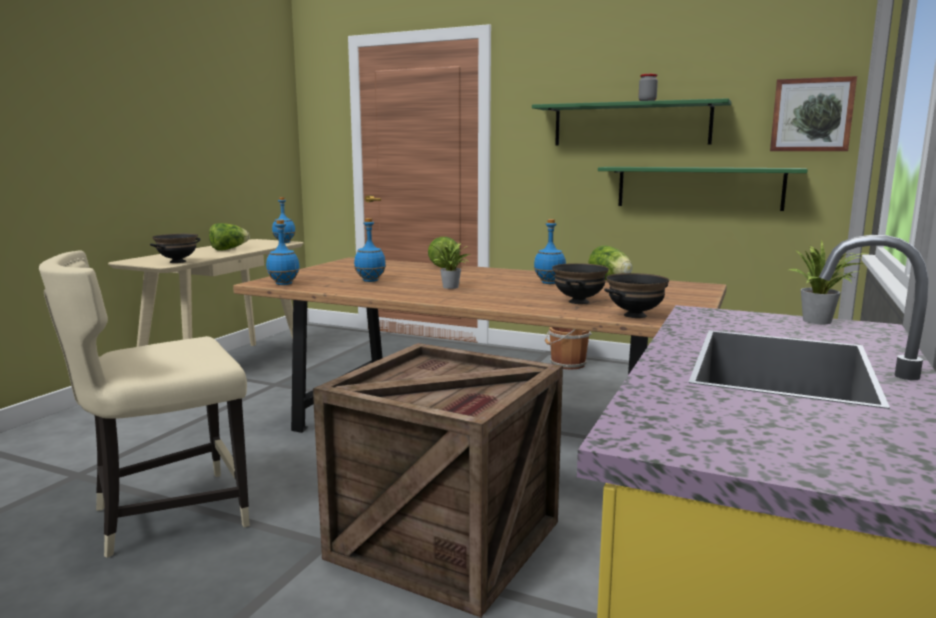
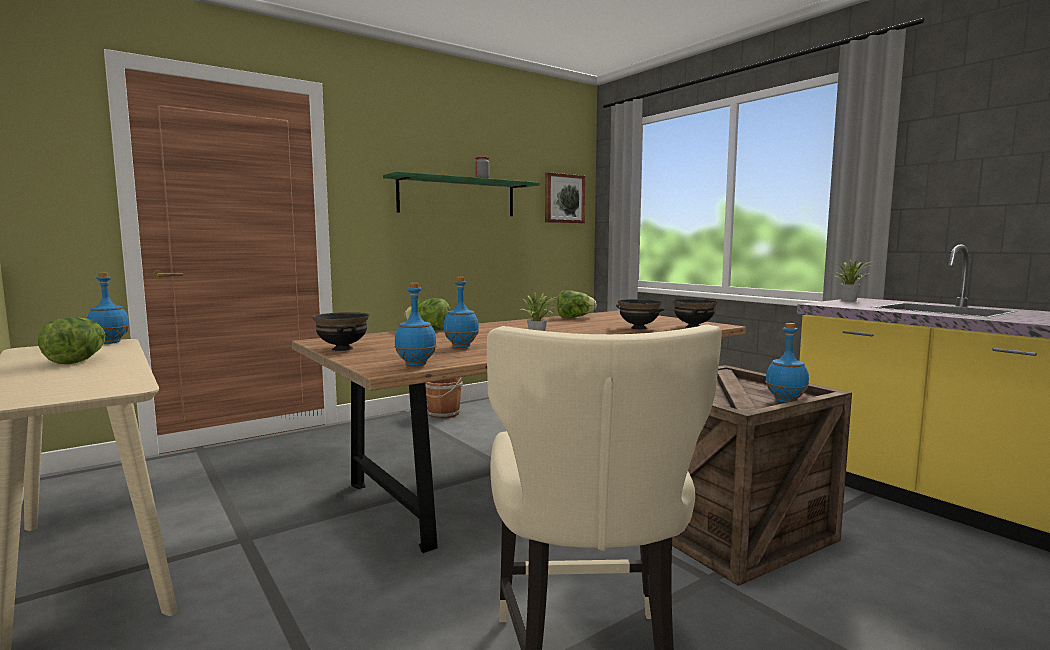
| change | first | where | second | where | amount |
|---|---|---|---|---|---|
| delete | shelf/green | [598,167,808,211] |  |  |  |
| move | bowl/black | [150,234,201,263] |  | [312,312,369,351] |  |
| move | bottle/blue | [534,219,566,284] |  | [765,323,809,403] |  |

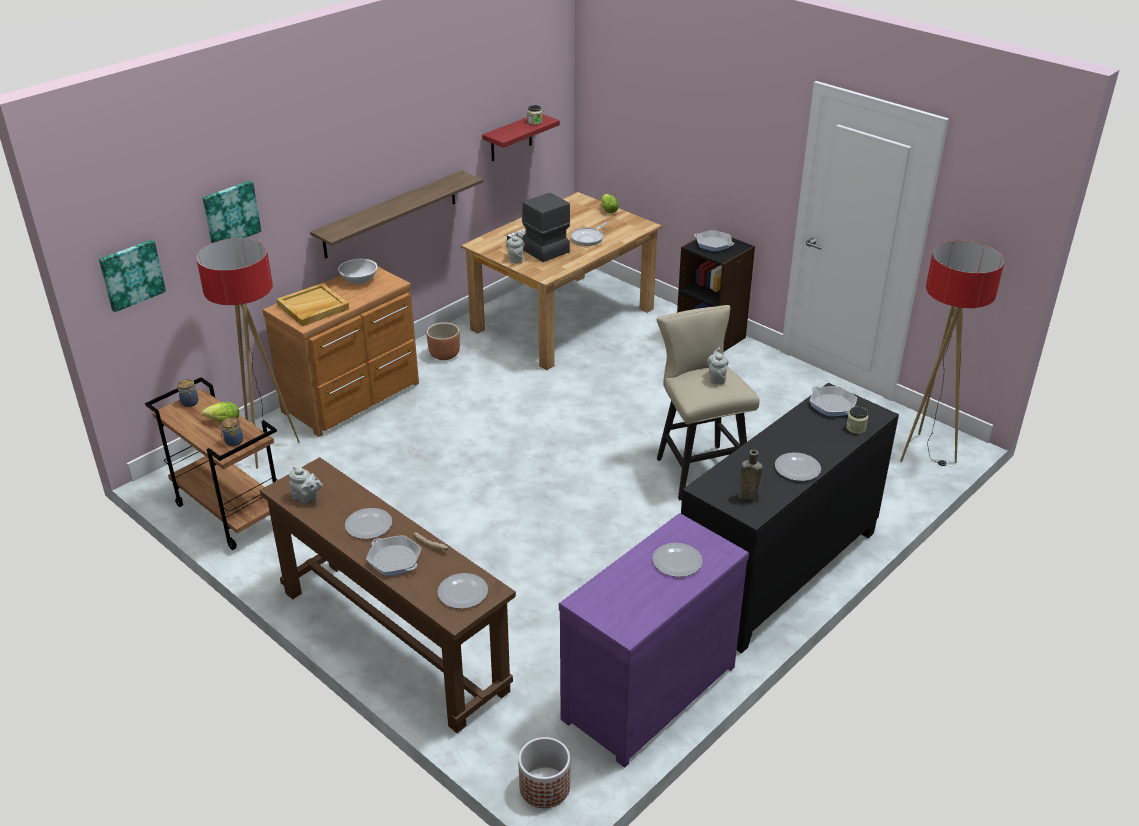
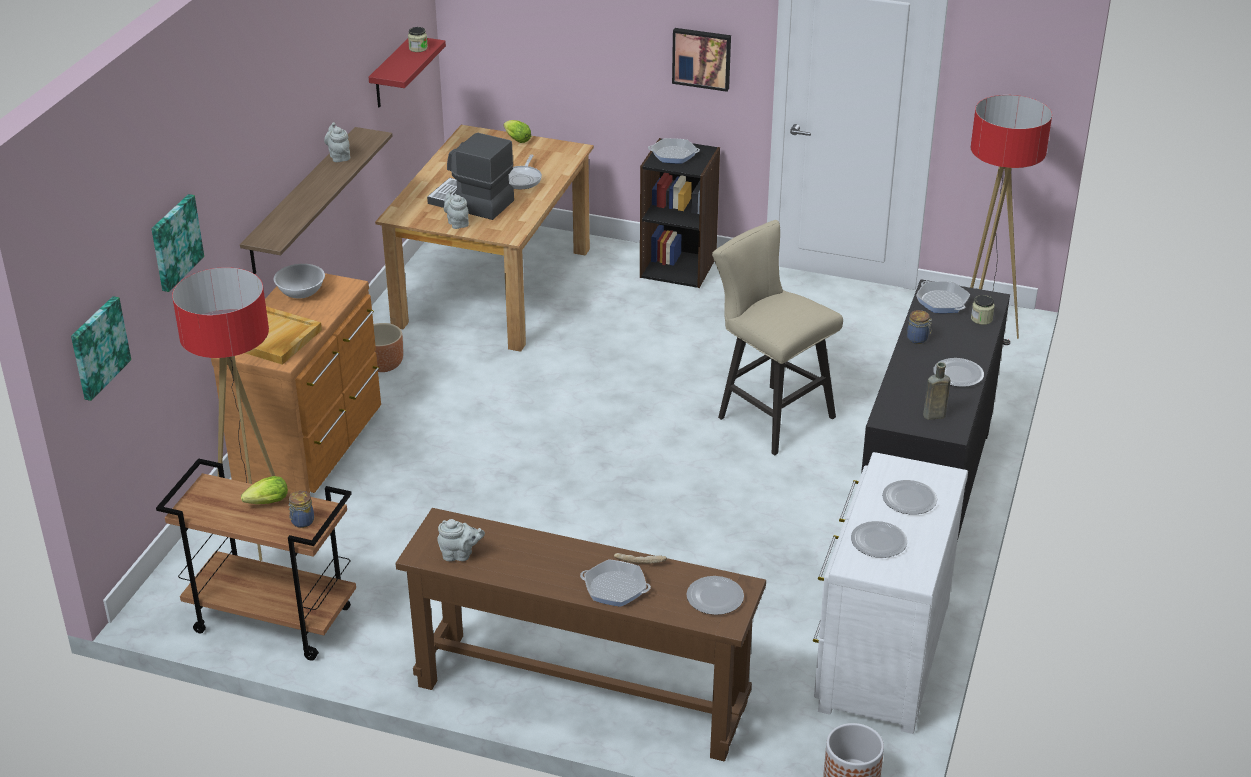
| change | first | where | second | where | amount |
|---|---|---|---|---|---|
| insert |  |  | picture | [672,28,731,92] |  |
| move | jar | [177,379,198,407] |  | [907,310,932,344] |  |
| move | plate | [345,508,392,539] |  | [851,521,907,558] |  |
| move | teapot/grey | [706,347,729,384] |  | [324,122,350,162] |  |
| recolor | dresser/purple | [559,513,749,767] | dresser/white | [813,452,968,734] |  |
| rotate | frying pan | [810,386,857,416] |  | [916,281,970,313] | 150 degrees counterclockwise |

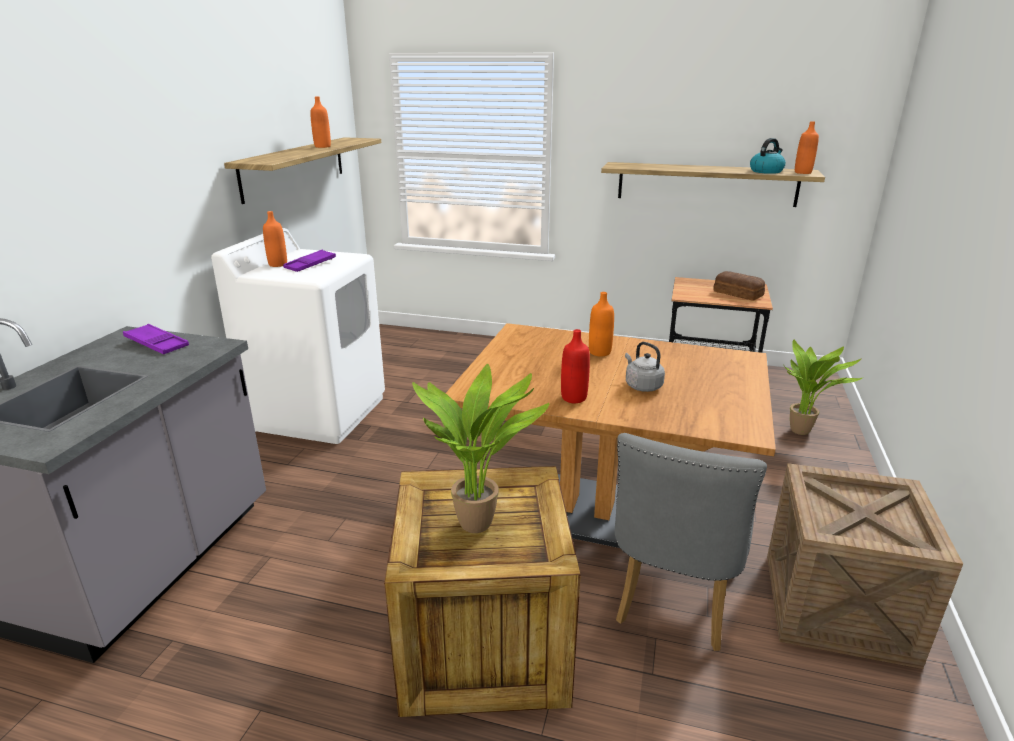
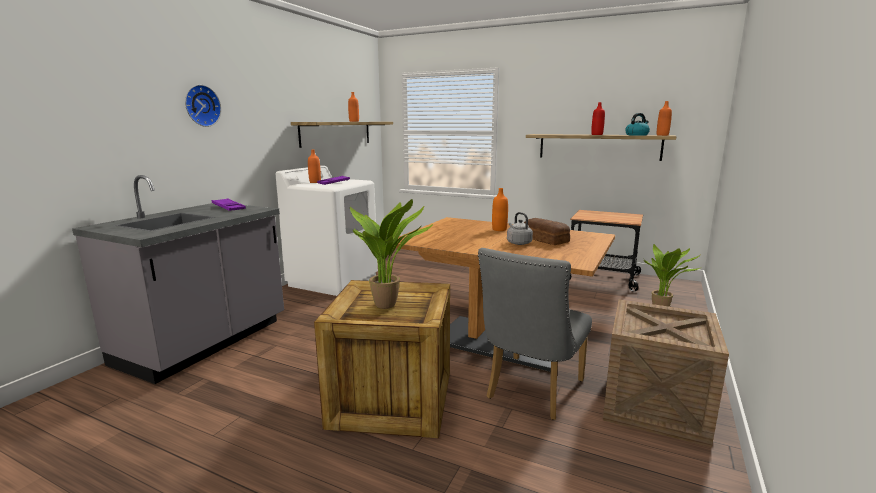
| change | first | where | second | where | amount |
|---|---|---|---|---|---|
| insert |  |  | wall clock | [185,85,221,127] |  |
| move | bottle/red | [561,329,590,403] |  | [591,102,605,135] |  |
| move | bread | [713,271,765,301] |  | [524,218,570,245] |  |

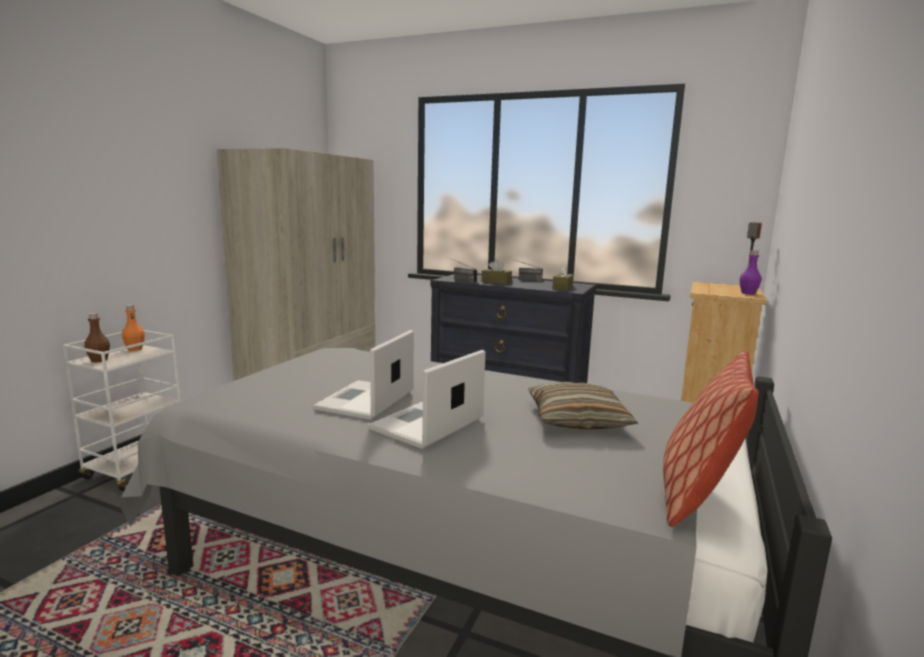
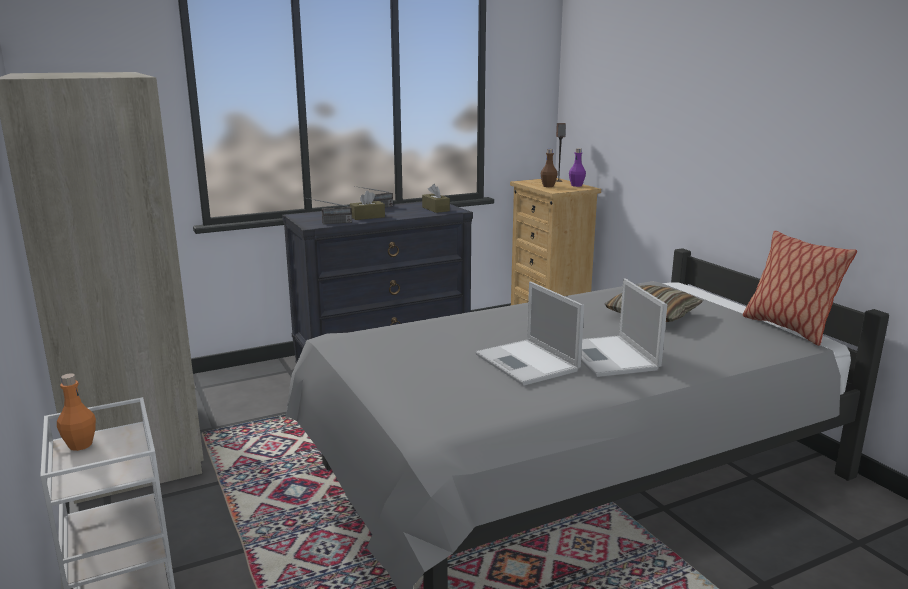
| change | first | where | second | where | amount |
|---|---|---|---|---|---|
| move | bottle/brown | [84,313,110,363] |  | [541,149,558,187] |  |

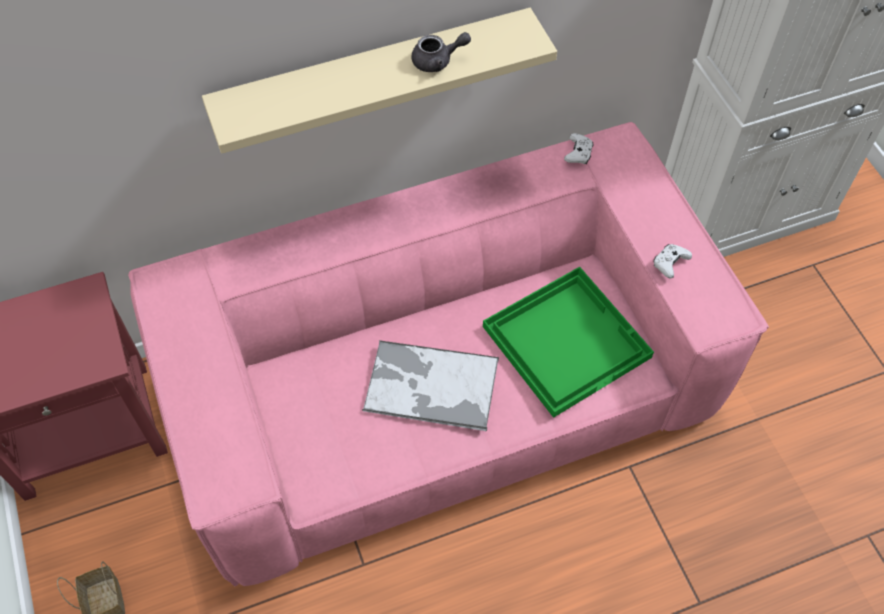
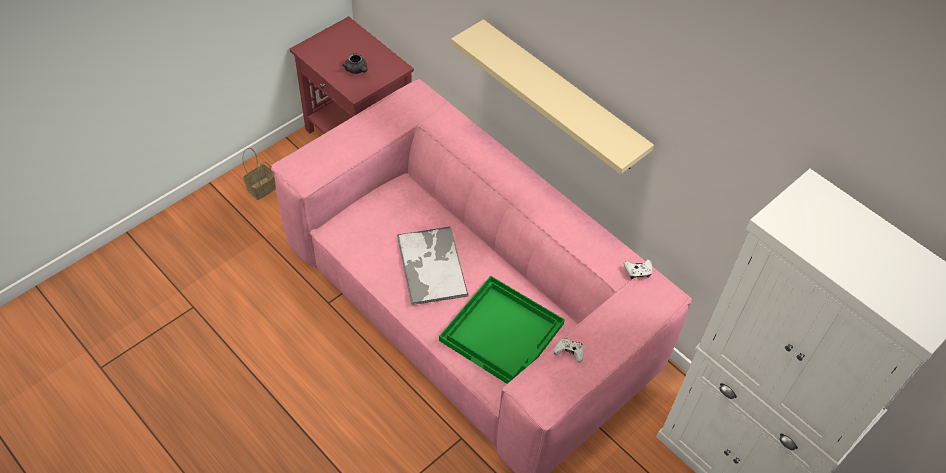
| change | first | where | second | where | amount |
|---|---|---|---|---|---|
| move | teapot/grey | [411,32,471,72] |  | [342,53,367,74] |  |

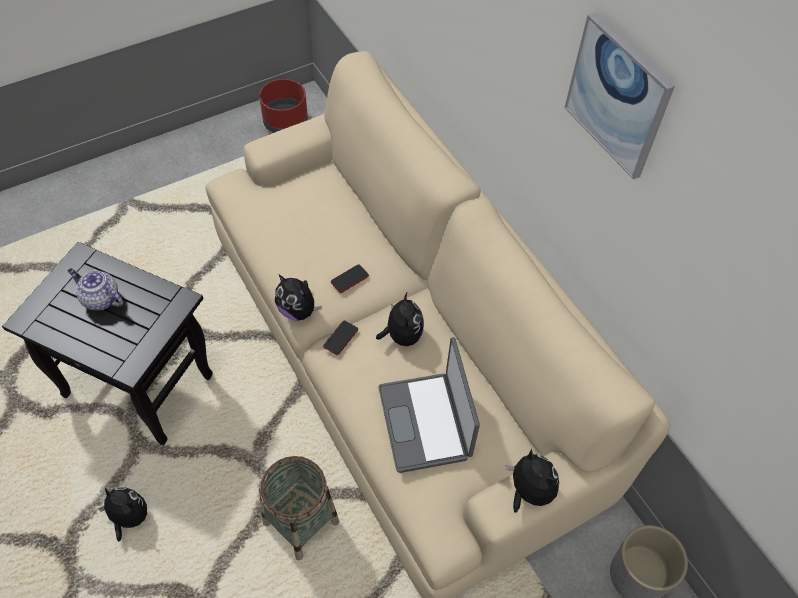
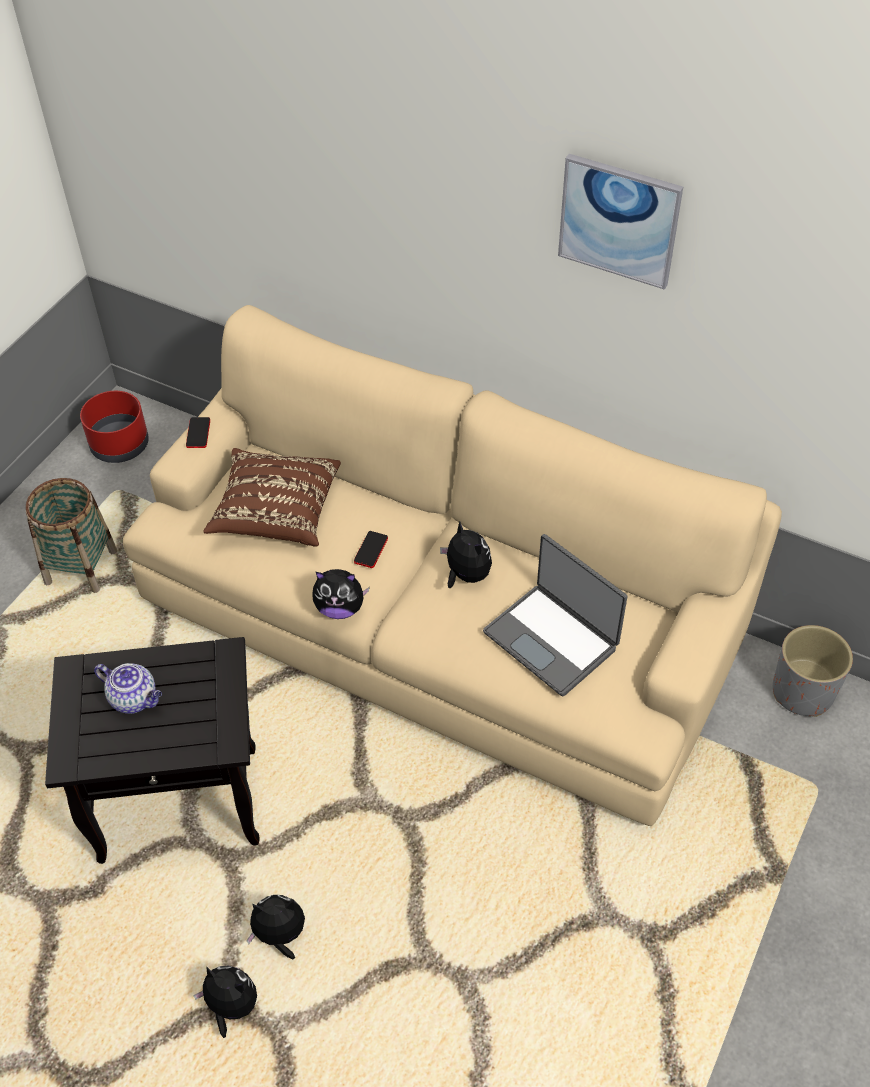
| change | first | where | second | where | amount |
|---|---|---|---|---|---|
| insert |  |  | pillow/brown | [203,448,341,547] |  |
| move | basket | [259,456,339,561] |  | [26,478,117,593] |  |
| move | phone | [323,320,358,355] |  | [186,417,210,448] |  |
| move | plush toy | [505,449,559,513] |  | [193,966,257,1038] |  |
| rotate | teapot | [68,268,123,311] |  | [94,663,162,714] | 150 degrees counterclockwise |

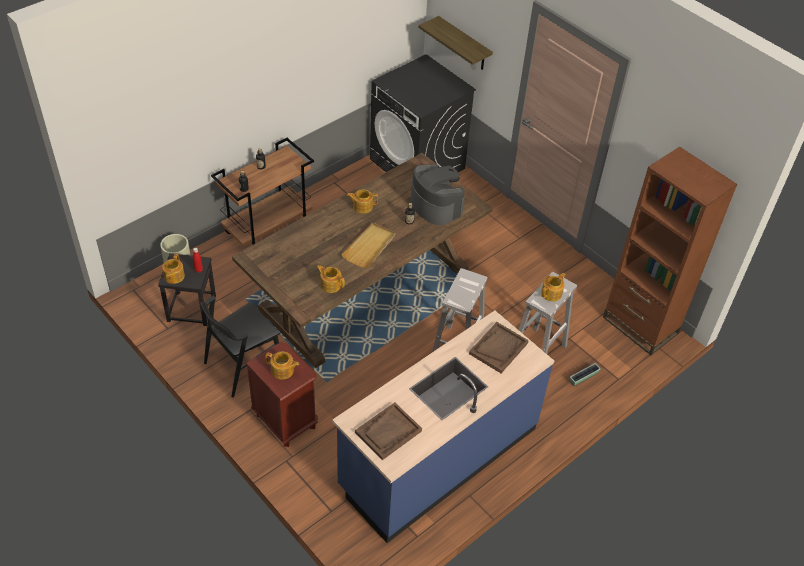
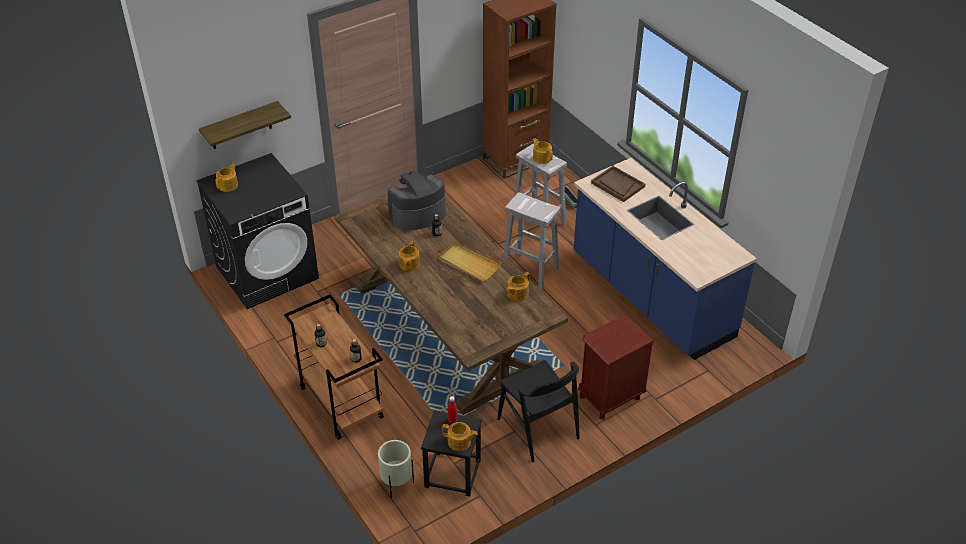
| change | first | where | second | where | amount |
|---|---|---|---|---|---|
| delete | tray/brown | [355,402,422,460] |  |  |  |
| move | teapot | [266,352,299,379] |  | [215,163,238,192] |  |

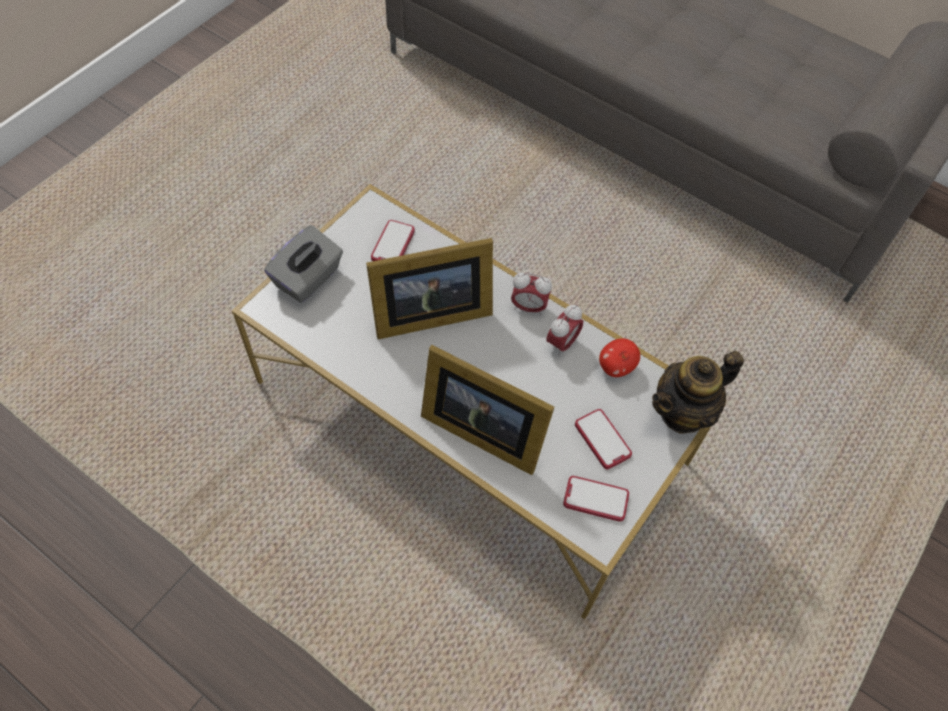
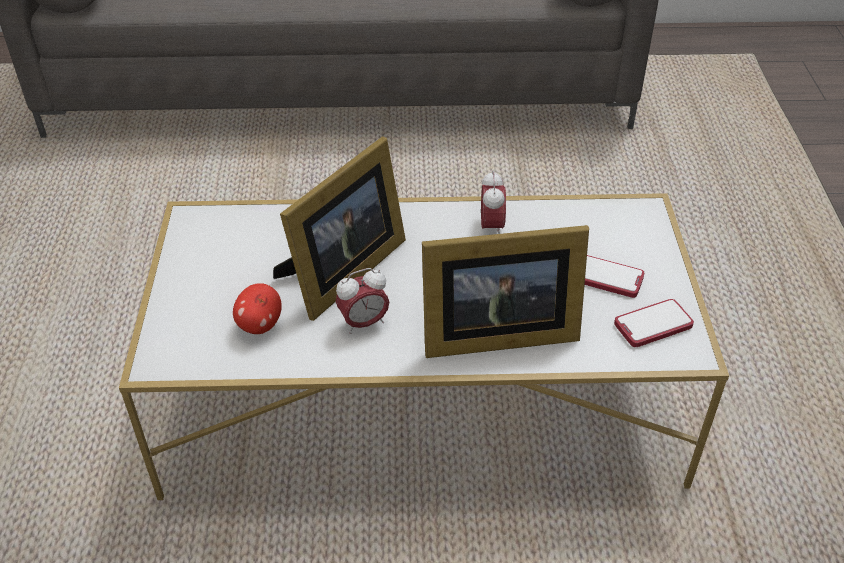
| change | first | where | second | where | amount |
|---|---|---|---|---|---|
| delete | tissue box/grey | [264,225,343,303] |  |  |  |
| delete | phone | [371,220,415,261] |  |  |  |
| delete | teapot | [652,351,744,434] |  |  |  |
| move | alarm clock | [511,273,552,315] |  | [336,268,389,334] |  |
| move | apple | [599,338,640,377] |  | [233,283,282,334] |  |

